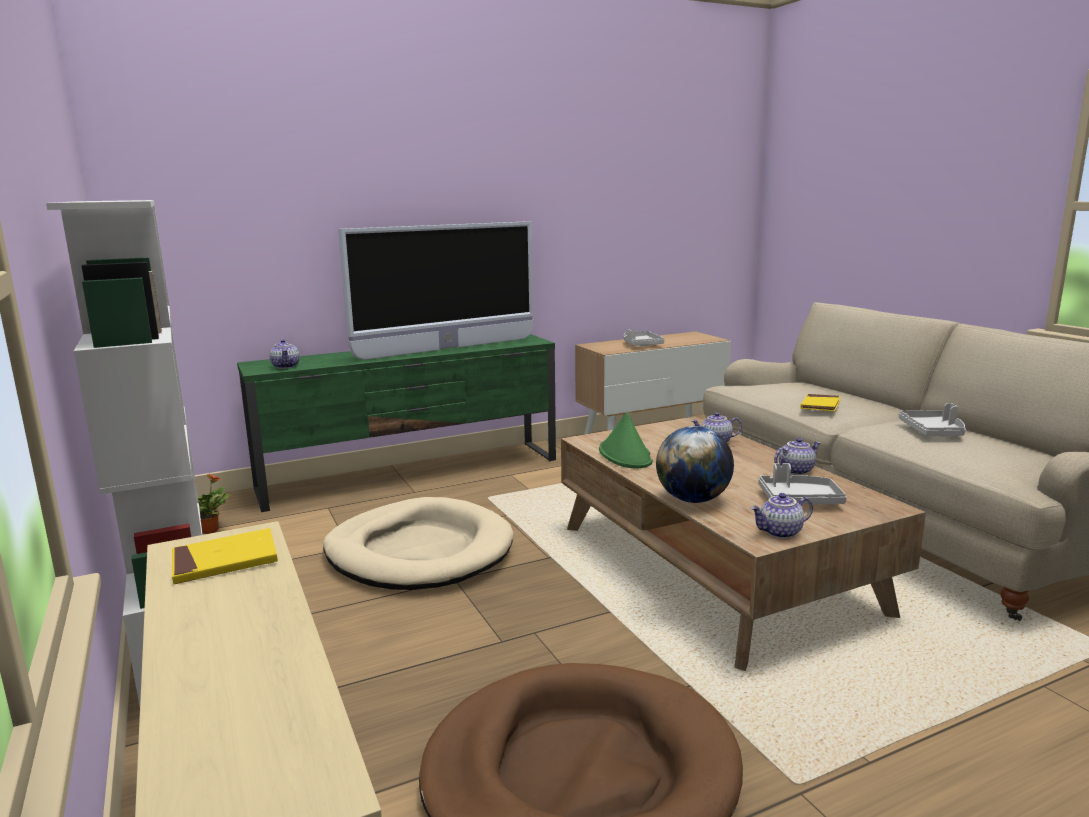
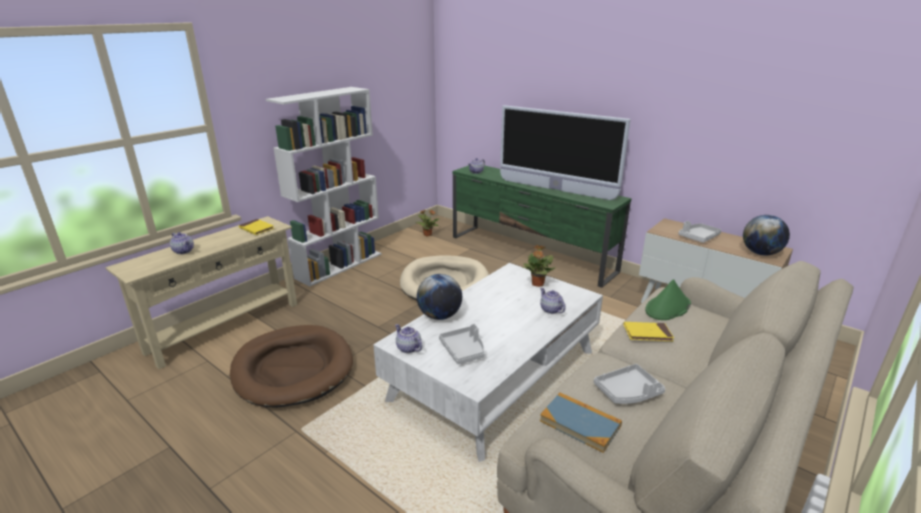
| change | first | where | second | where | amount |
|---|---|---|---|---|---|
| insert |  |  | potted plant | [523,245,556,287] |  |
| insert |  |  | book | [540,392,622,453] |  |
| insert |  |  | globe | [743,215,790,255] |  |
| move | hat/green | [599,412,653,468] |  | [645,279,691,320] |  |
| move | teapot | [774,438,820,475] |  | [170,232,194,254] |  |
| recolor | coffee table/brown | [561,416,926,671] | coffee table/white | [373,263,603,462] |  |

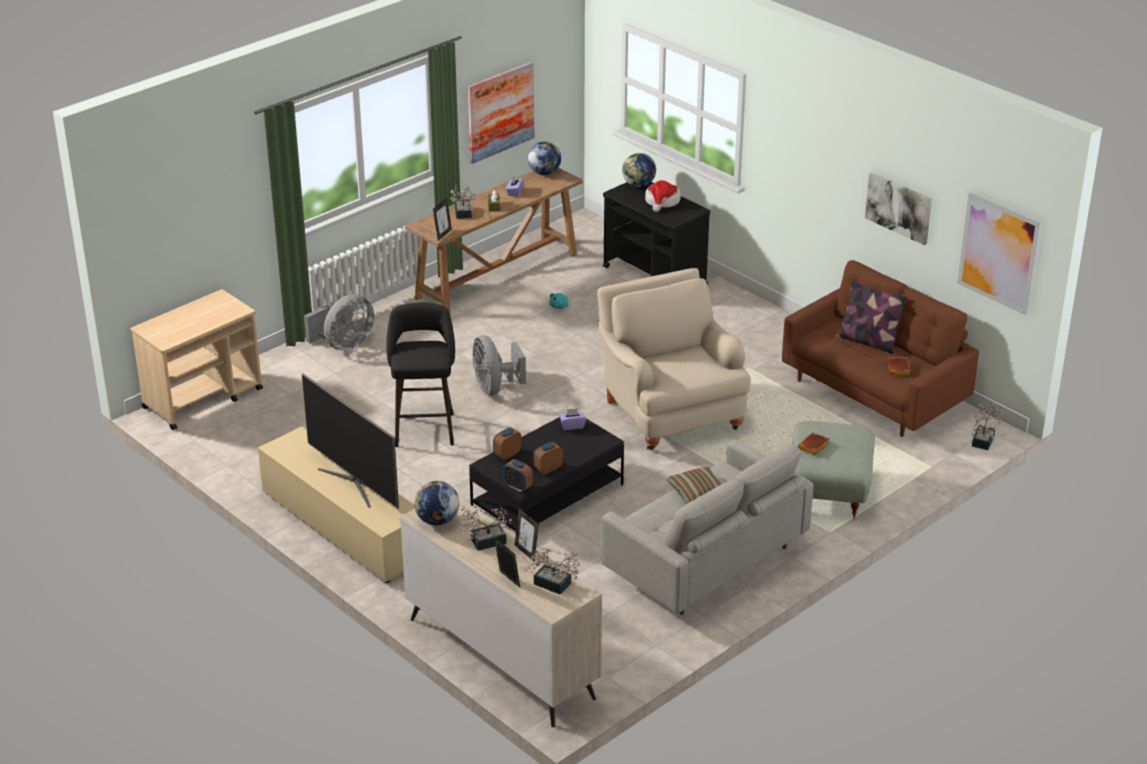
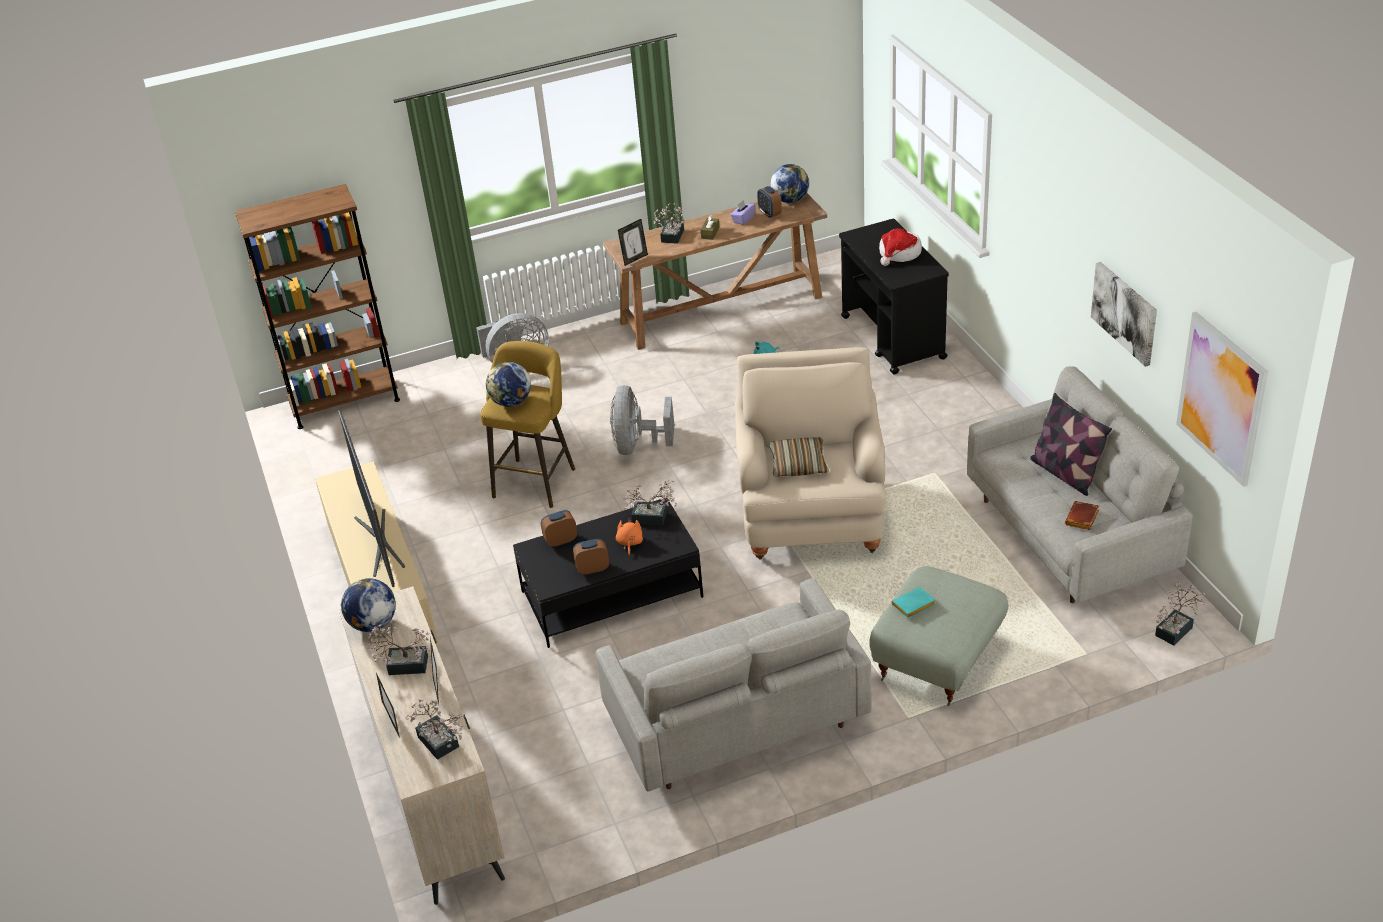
| change | first | where | second | where | amount |
|---|---|---|---|---|---|
| delete | picture | [468,62,534,164] |  |  |  |
| insert |  |  | plush toy/orange | [616,518,643,555] |  |
| move | alarm clock | [503,459,533,493] |  | [757,186,782,218] |  |
| move | globe | [622,153,656,187] |  | [486,362,531,407] |  |
| move | pillow | [666,467,721,504] |  | [769,438,829,477] |  |
| replace | cart/beige | [130,289,263,430] | bookcase/brown | [234,184,400,429] |  |
| replace | tissue box/purple | [559,408,586,430] | potted plant | [623,479,677,526] |  |
| recolor | stool/black | [386,302,455,447] | stool/yellow | [480,341,575,508] |  |
| recolor | sofa/brown | [782,260,979,437] | sofa/grey | [967,366,1193,603] |  |
| recolor | book/brown | [797,433,830,455] | book/turquoise | [892,587,935,618] |  |

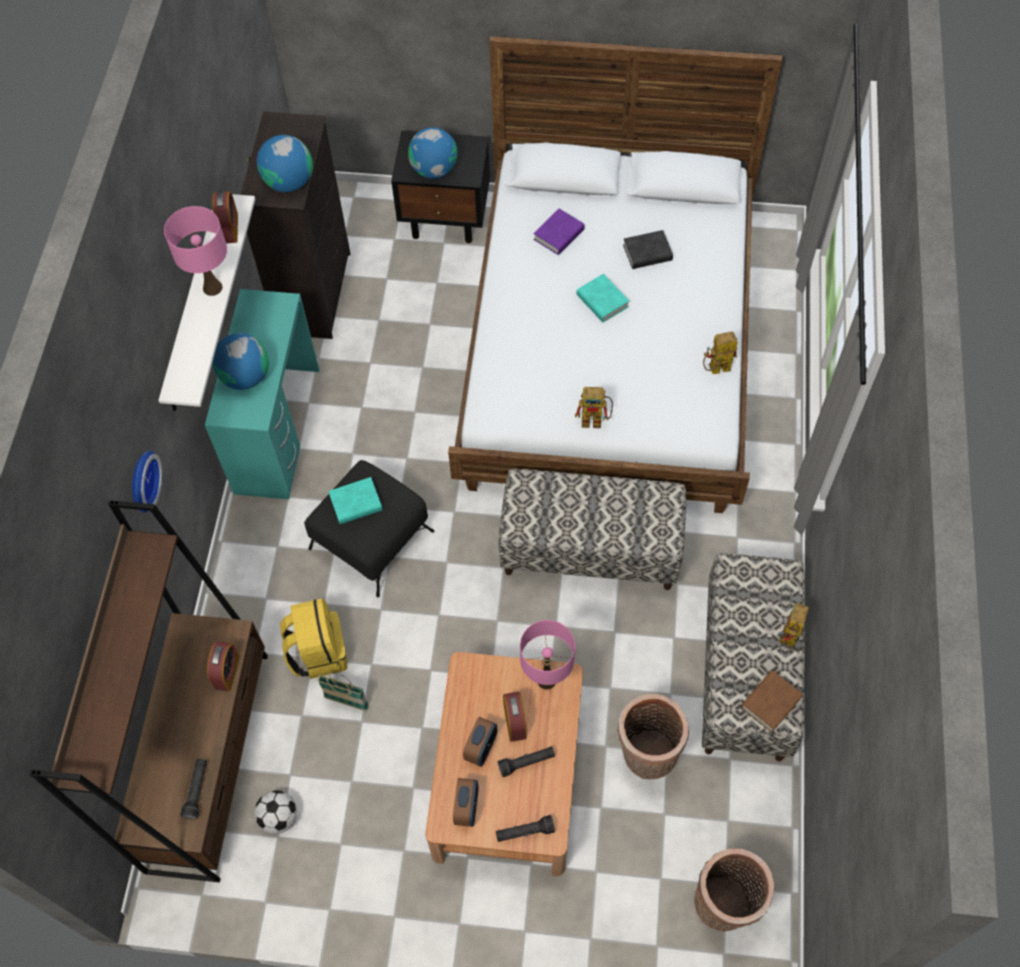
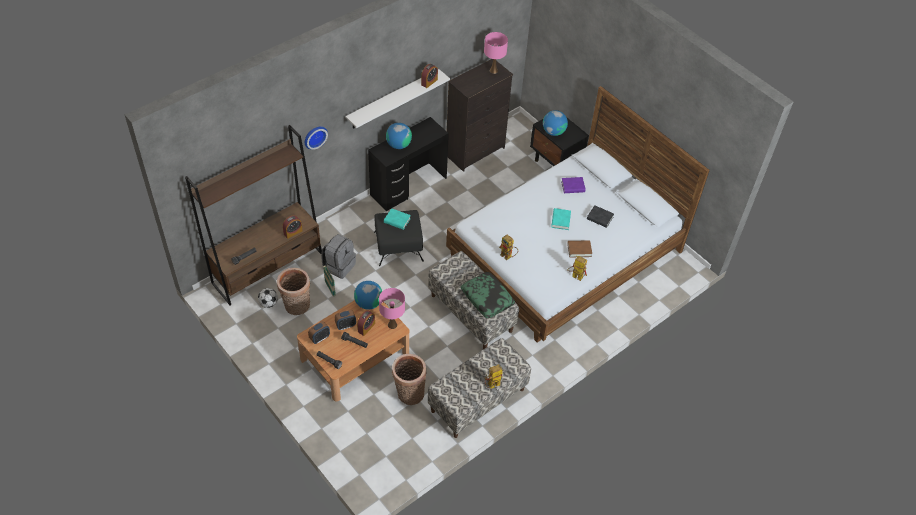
| change | first | where | second | where | amount |
|---|---|---|---|---|---|
| insert |  |  | pillow | [460,272,515,318] |  |
| move | table lamp/pink | [164,206,227,296] |  | [484,32,508,74] |  |
| move | globe | [257,135,313,192] |  | [354,281,382,310] |  |
| move | basket | [694,848,775,932] |  | [277,268,310,315] |  |
| move | book/brown | [741,670,803,733] |  | [567,240,592,257] |  |
| recolor | desk/turquoise | [205,289,320,499] | desk/black | [368,117,449,211] |  |
| recolor | backpack/yellow | [280,598,347,679] | backpack/grey | [321,234,356,279] |  |

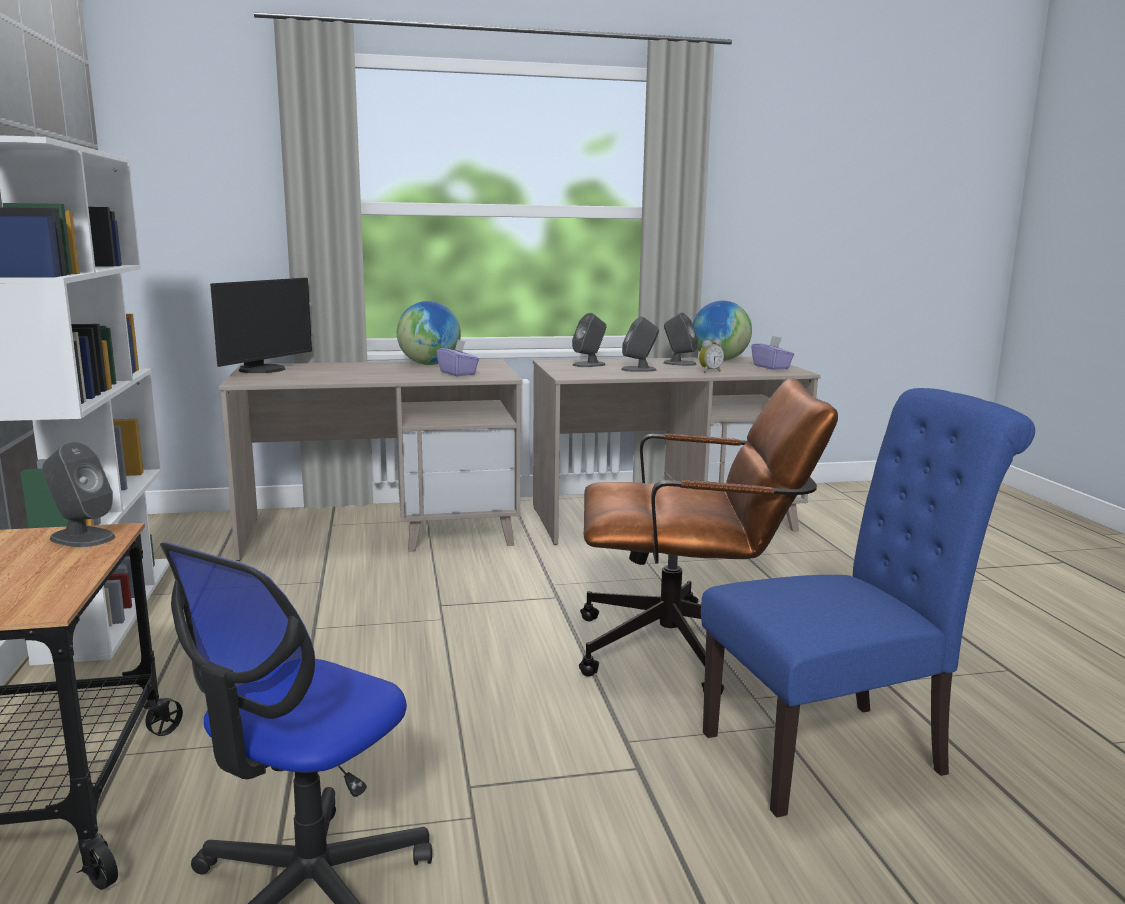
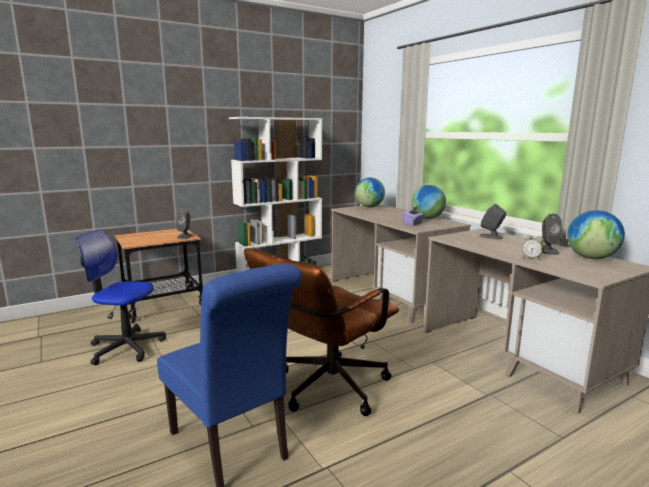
| change | first | where | second | where | amount |
|---|---|---|---|---|---|
| delete | speaker/grey | [621,316,659,372] |  |  |  |
| delete | tissue box/purple | [751,336,794,370] |  |  |  |
| replace | monitor | [210,278,312,373] | globe | [355,178,385,207] |  |
| rotate | office chair/brown | [579,378,838,695] |  | [244,248,399,416] | 60 degrees clockwise |

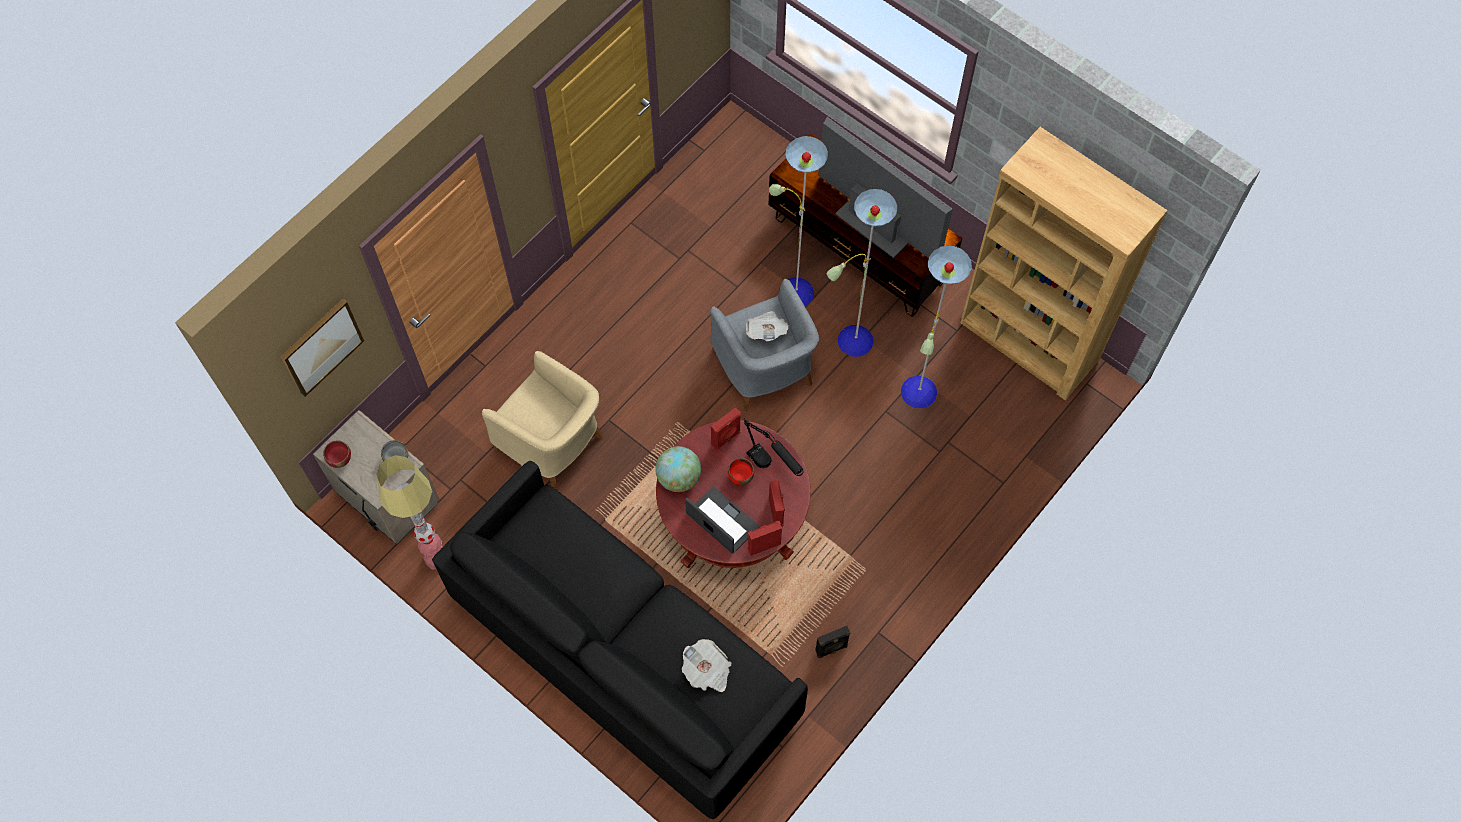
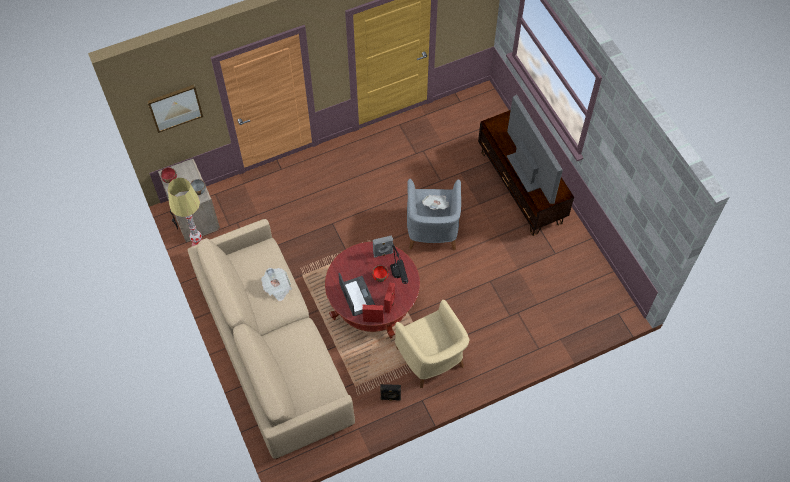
| change | first | where | second | where | amount |
|---|---|---|---|---|---|
| delete | globe | [655,446,701,492] |  |  |  |
| delete | floor lamp | [769,136,972,408] |  |  |  |
| delete | bookcase/brown | [960,127,1168,401] |  |  |  |
| move | armchair/beige | [482,351,603,490] |  | [395,300,469,388] |  |
| move | newspaper | [682,639,731,692] |  | [261,268,292,301] |  |
| recolor | sofa/black | [432,461,808,819] | sofa/beige | [188,219,355,459] |  |
| recolor | speaker/red | [711,407,741,450] | speaker/grey | [373,235,393,257] |  |

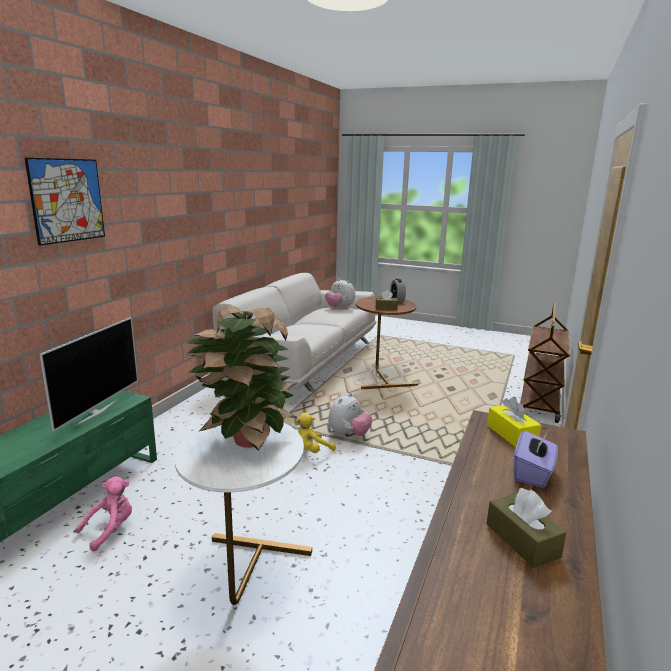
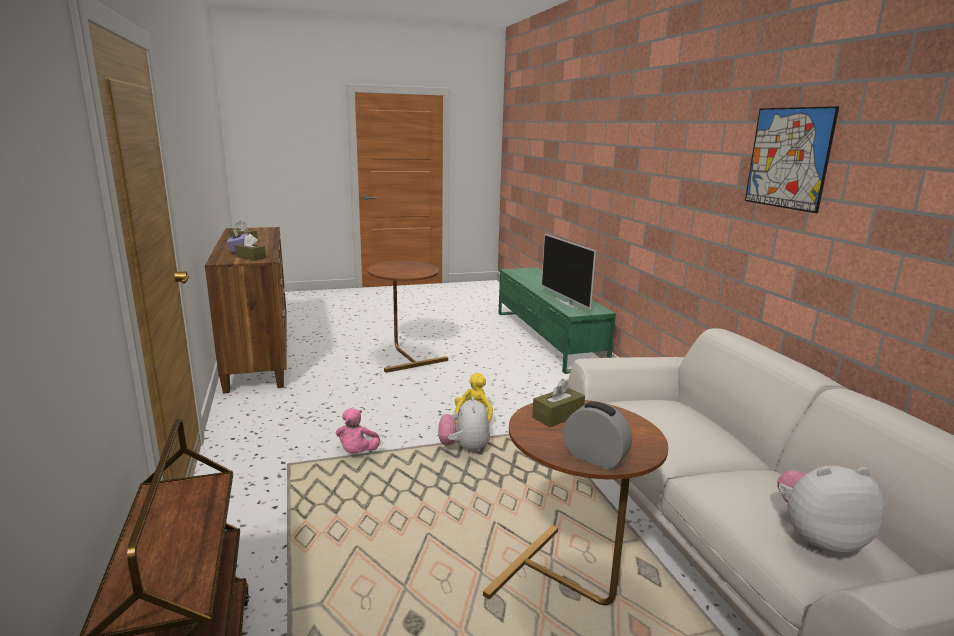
| change | first | where | second | where | amount |
|---|---|---|---|---|---|
| delete | potted plant | [186,306,297,451] |  |  |  |
| move | picture | [25,158,105,246] |  | [745,106,839,213] |  |
| move | plush toy/pink | [76,476,132,551] |  | [336,408,380,453] |  |
| recolor | side table/white | [174,423,312,605] | side table/brown | [367,261,448,373] |  |
| recolor | tissue box/yellow | [487,397,541,447] | tissue box/brown | [234,234,266,261] |  |

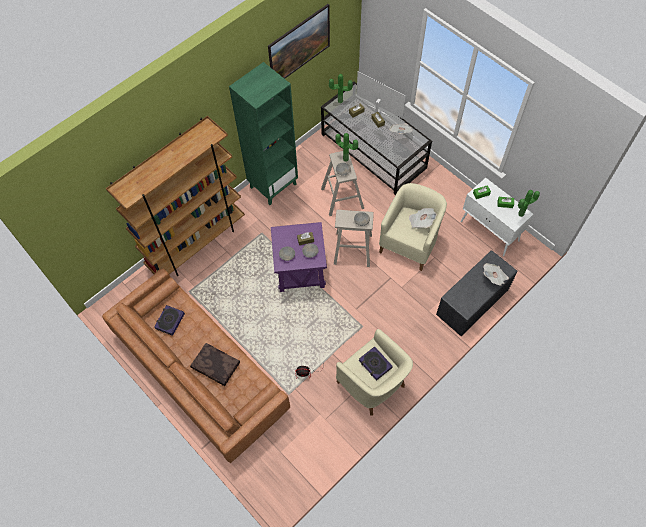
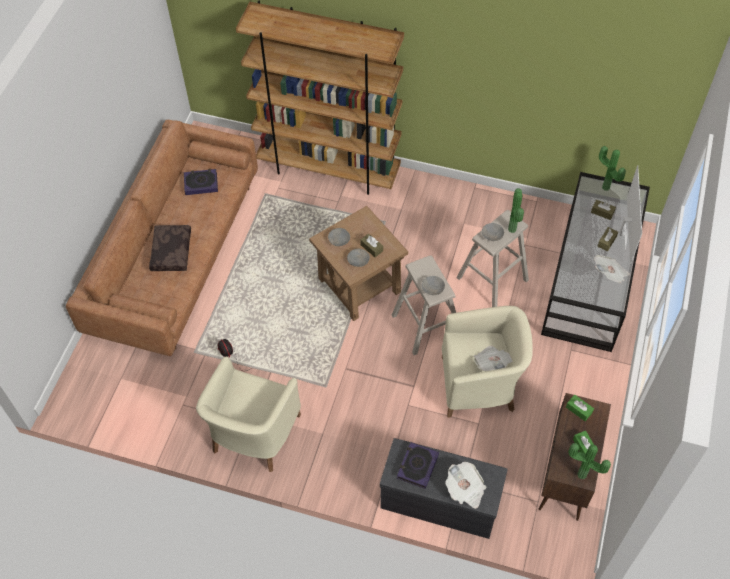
| change | first | where | second | where | amount |
|---|---|---|---|---|---|
| delete | bookcase/green | [229,62,298,205] |  |  |  |
| delete | picture | [268,4,330,79] |  |  |  |
| move | book | [359,346,393,381] |  | [397,442,439,489] |  |
| recolor | side table/purple | [271,222,327,292] | side table/brown | [309,206,408,321] |  |
| recolor | cabinet/white | [461,178,533,256] | cabinet/brown | [539,393,611,521] |  |

